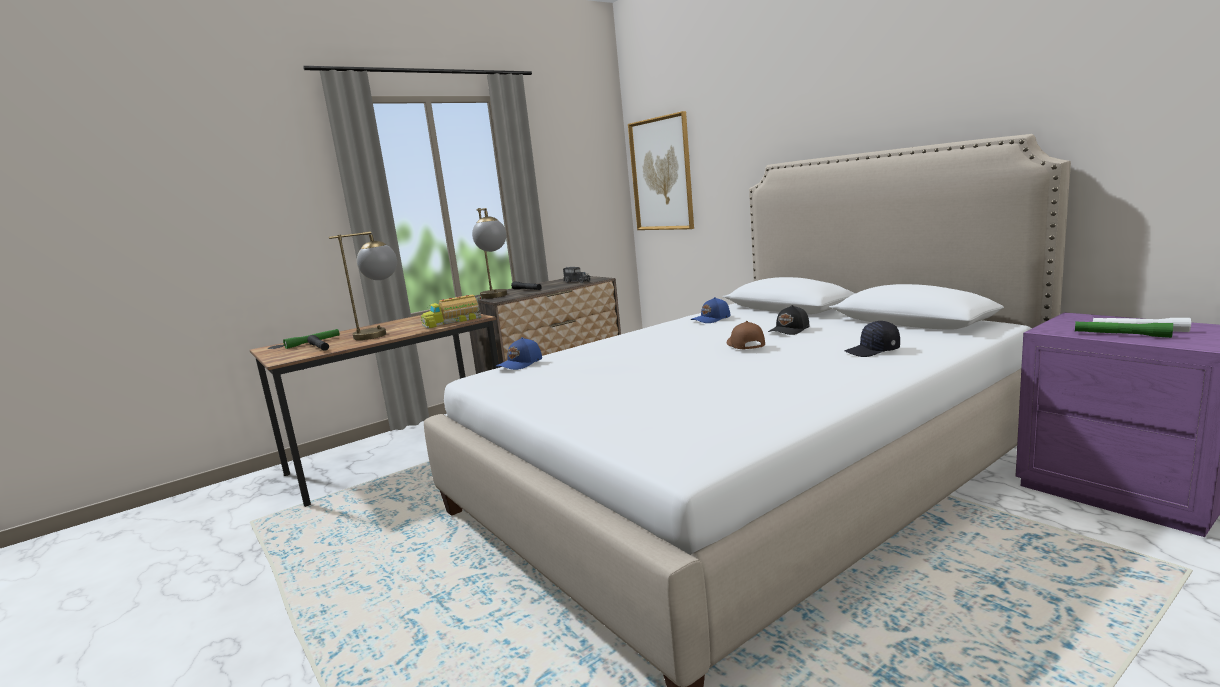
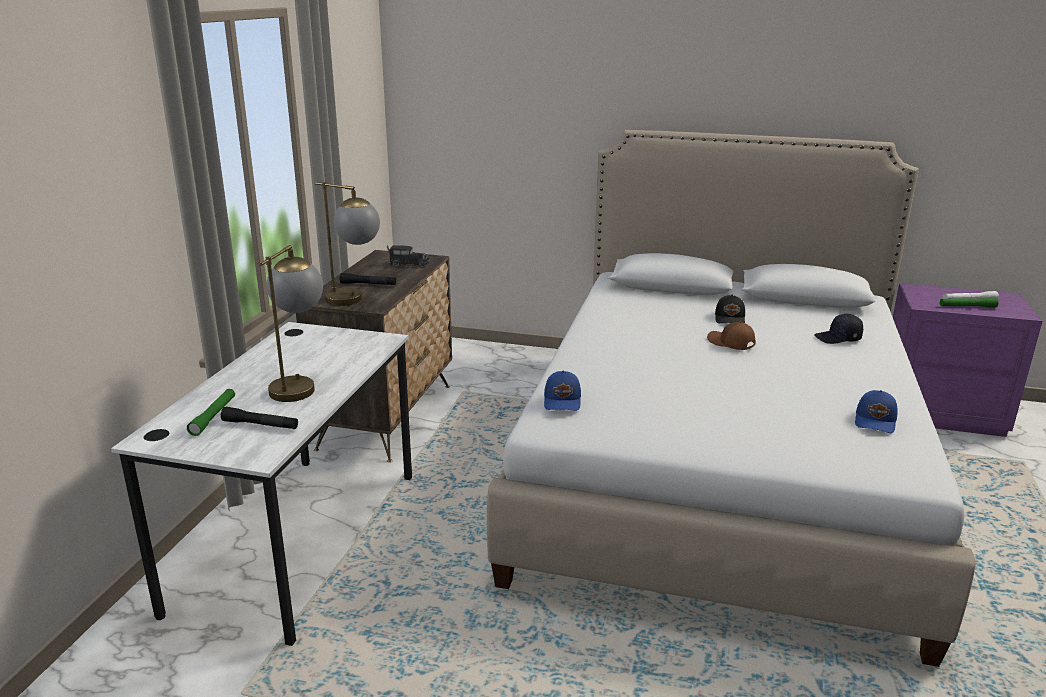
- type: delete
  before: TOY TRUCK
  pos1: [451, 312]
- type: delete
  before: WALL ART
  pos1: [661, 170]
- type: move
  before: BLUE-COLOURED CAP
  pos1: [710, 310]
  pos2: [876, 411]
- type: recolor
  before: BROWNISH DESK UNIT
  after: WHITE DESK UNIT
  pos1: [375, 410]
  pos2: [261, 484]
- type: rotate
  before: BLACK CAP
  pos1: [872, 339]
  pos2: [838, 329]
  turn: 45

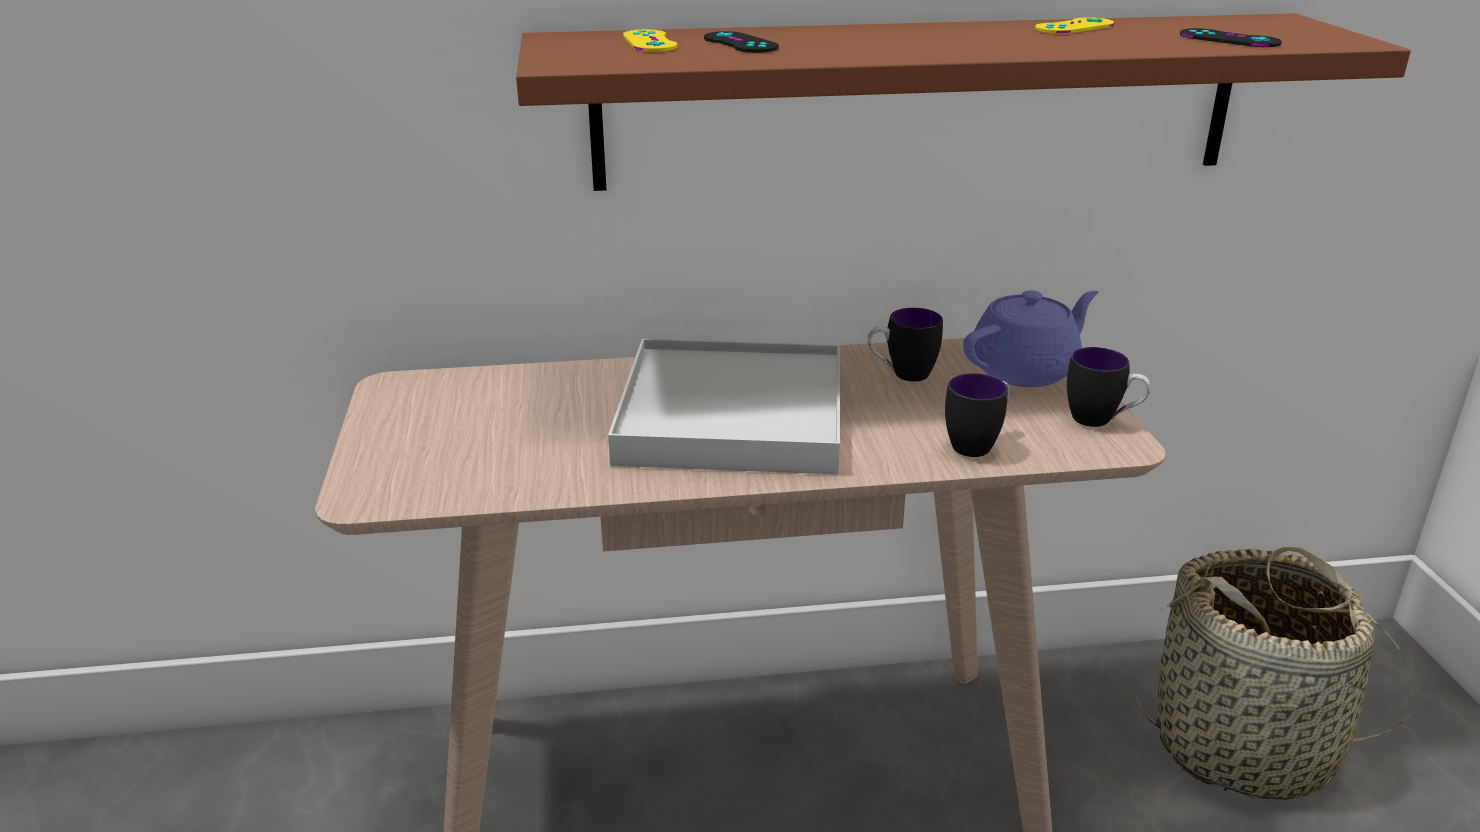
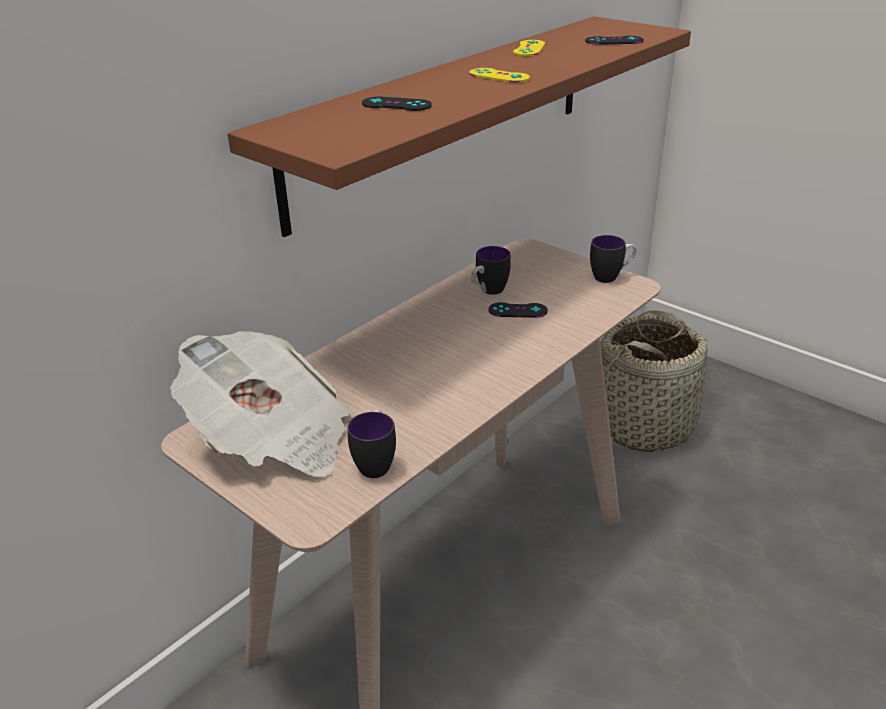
- type: delete
  before: WHITE TRAY
  pos1: [724, 406]
- type: delete
  before: PURPLISH TEA POT
  pos1: [1031, 338]
- type: insert
  after: PRINTED PAPER
  pos2: [260, 404]
- type: insert
  after: BLACK JOYPAD
  pos2: [518, 310]
- type: move
  before: YELLOW JOYPAD
  pos1: [650, 40]
  pos2: [499, 75]
- type: move
  before: COFFEE MUG
  pos1: [977, 415]
  pos2: [371, 444]

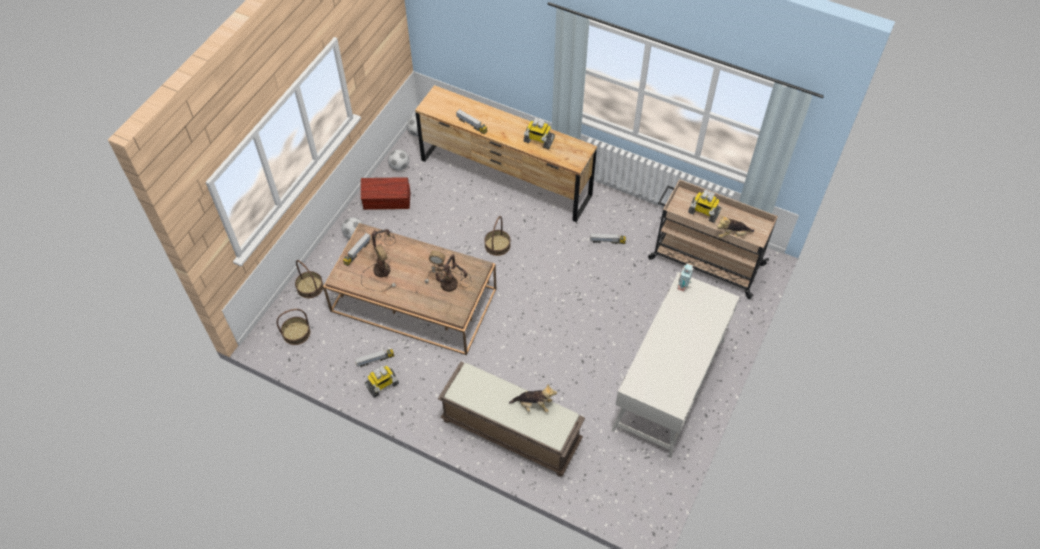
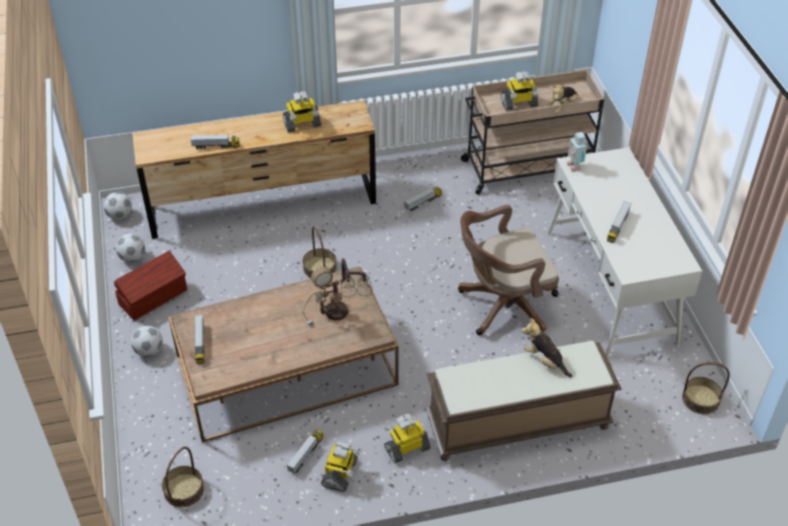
- type: delete
  before: TABLE LAMP
  pos1: [379, 260]
- type: insert
  after: ROBOT FIGURE
  pos2: [407, 438]
- type: insert
  after: BROWNISH OFFICE CHAIR
  pos2: [508, 270]
- type: insert
  after: TOY TRUCK
  pos2: [619, 222]
- type: move
  before: BASKET
  pos1: [309, 279]
  pos2: [706, 388]
- type: rotate
  before: CUDDLY TOY
  pos1: [533, 398]
  pos2: [547, 348]
  turn: -105

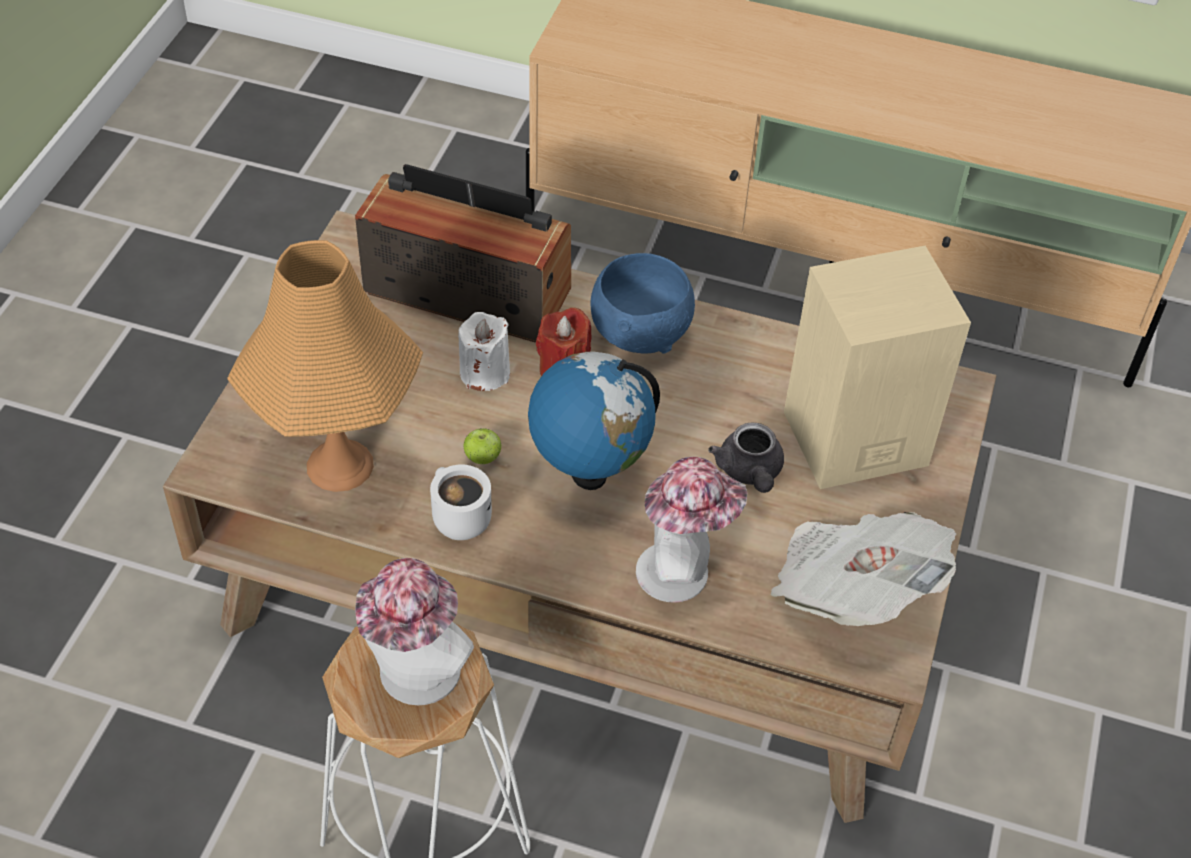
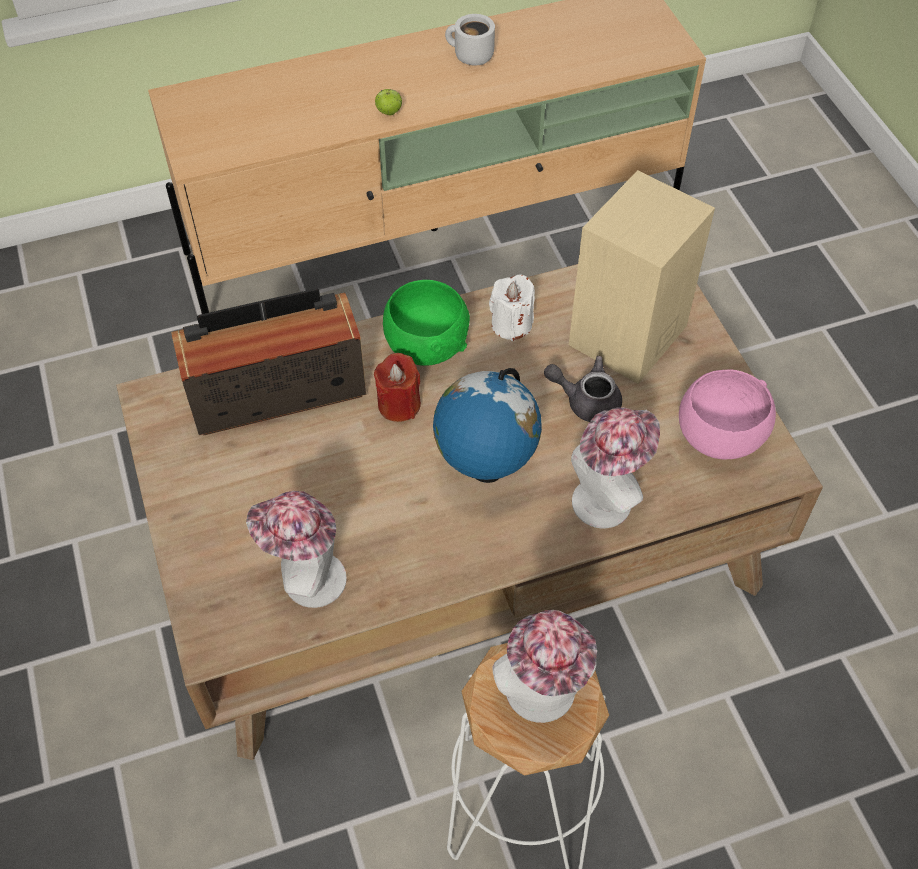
- type: move
  before: WHITE COFFEE MUG
  pos1: [461, 502]
  pos2: [470, 39]
- type: move
  before: WHITE CANDLE
  pos1: [484, 351]
  pos2: [512, 308]
- type: move
  before: APPLE FRUIT
  pos1: [482, 446]
  pos2: [388, 102]
- type: replace
  before: ORANGEY TABLE LAMP
  after: CLOTHING HAT
  pos1: [325, 366]
  pos2: [296, 549]
- type: replace
  before: PRINTED PAPER
  after: PINK-COLOURED BOWL
  pos1: [863, 569]
  pos2: [727, 414]
- type: recolor
  before: BLUE-COLOURED BOWL
  after: GREENISH BOWL
  pos1: [642, 303]
  pos2: [426, 323]
- type: rotate
  before: GRAY TEA POT
  pos1: [746, 458]
  pos2: [583, 389]
  turn: 150

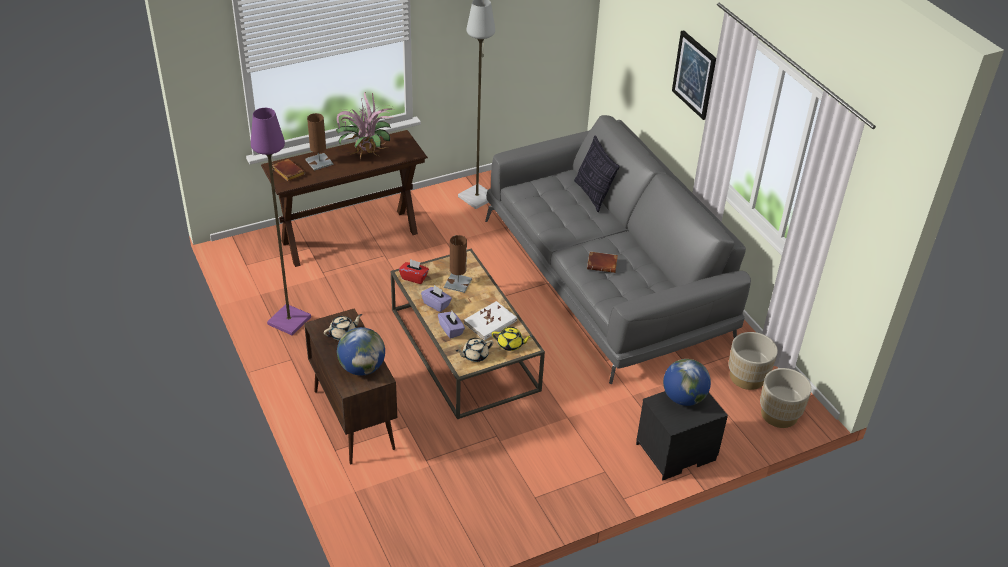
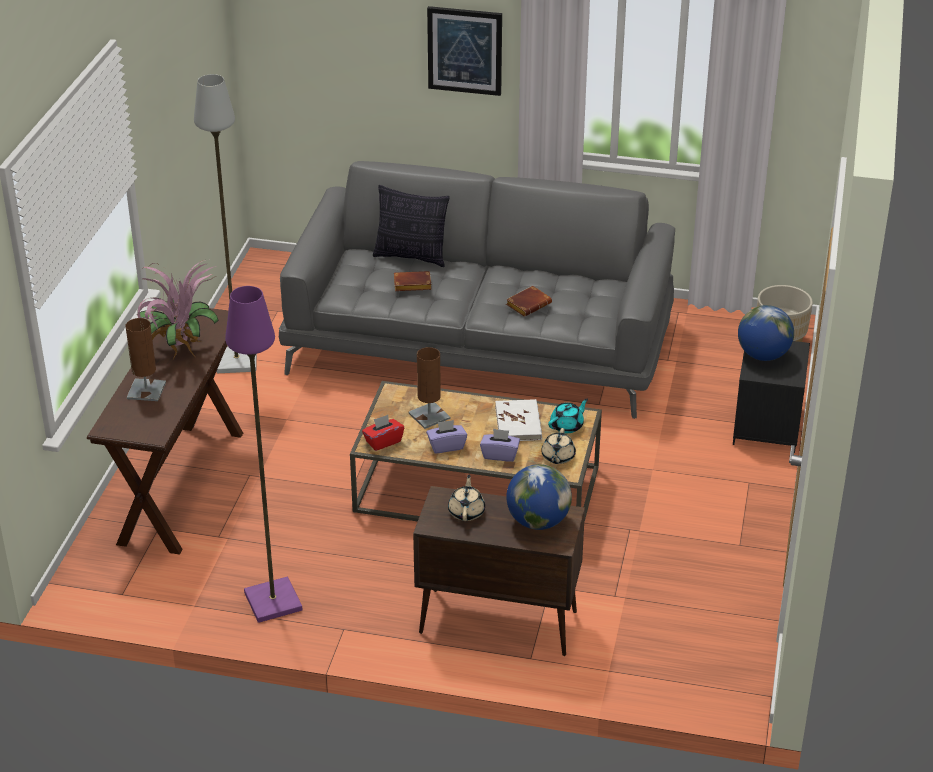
- type: delete
  before: BEIGE-COLOURED FLOWER POT
  pos1: [753, 361]
- type: move
  before: BROWNISH VOLUME
  pos1: [288, 170]
  pos2: [412, 281]
- type: recolor
  before: YELLOW TEA POT
  after: TURQUOISE-COLOURED TEA POT
  pos1: [512, 339]
  pos2: [568, 415]

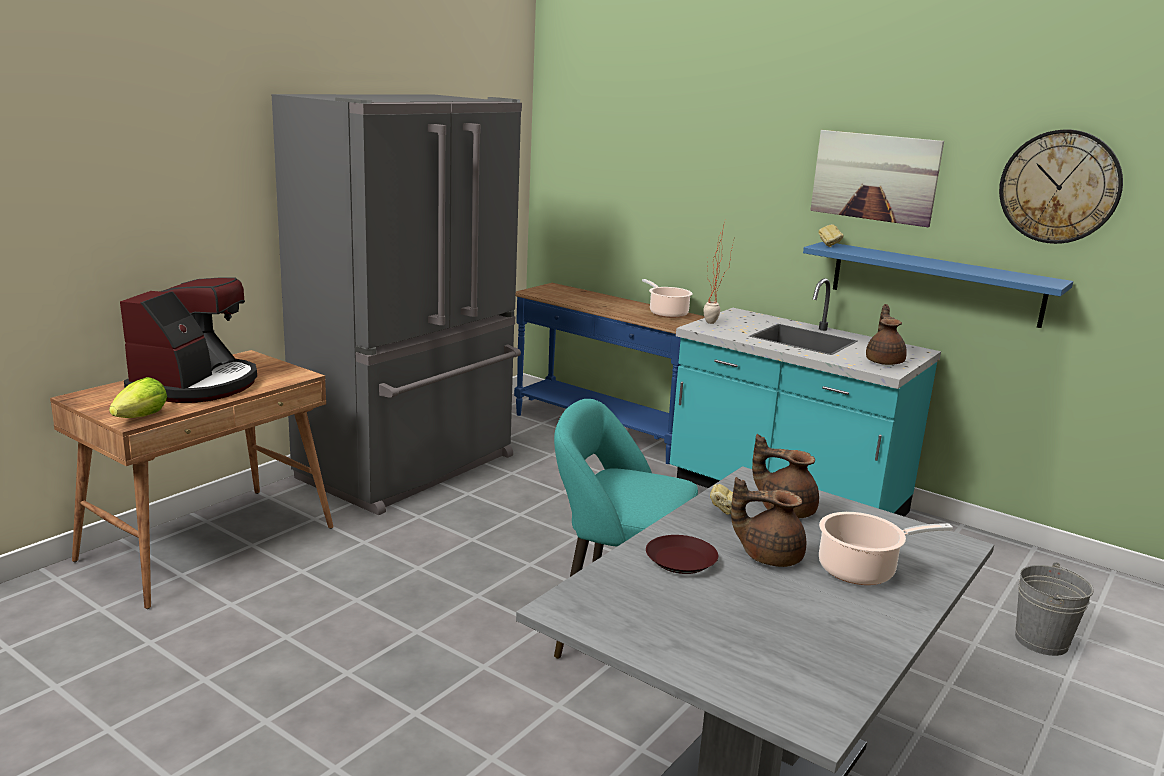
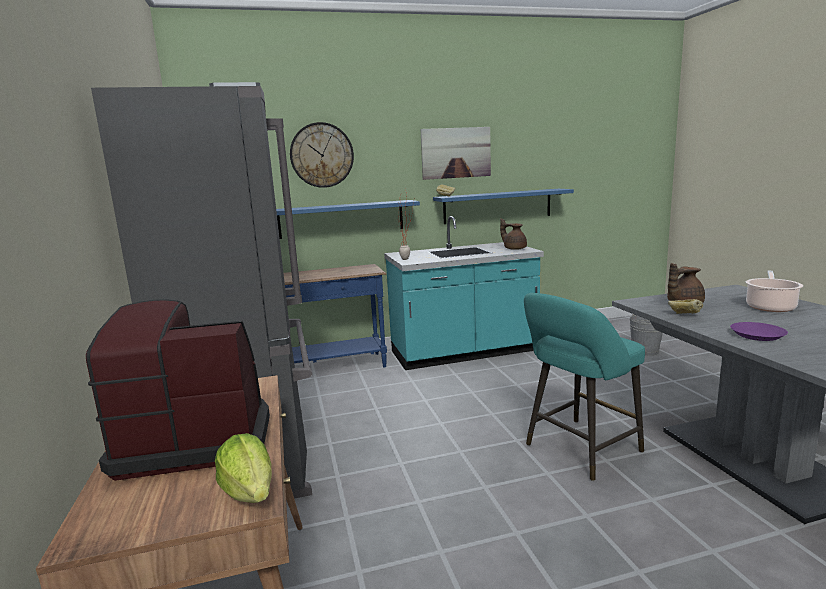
- type: delete
  before: COOKING POT
  pos1: [667, 298]
- type: delete
  before: BROWNISH TEA POT
  pos1: [768, 522]
- type: insert
  after: BLUE-COLOURED WALL SHELF
  pos2: [348, 219]
- type: move
  before: HANGING CLOCK
  pos1: [1061, 186]
  pos2: [322, 155]
- type: recolor
  before: BROWNISH PLATE
  after: PURPLISH PLATE
  pos1: [682, 554]
  pos2: [759, 331]
- type: rotate
  before: COFFEE MAKER
  pos1: [188, 340]
  pos2: [178, 390]
  turn: -60

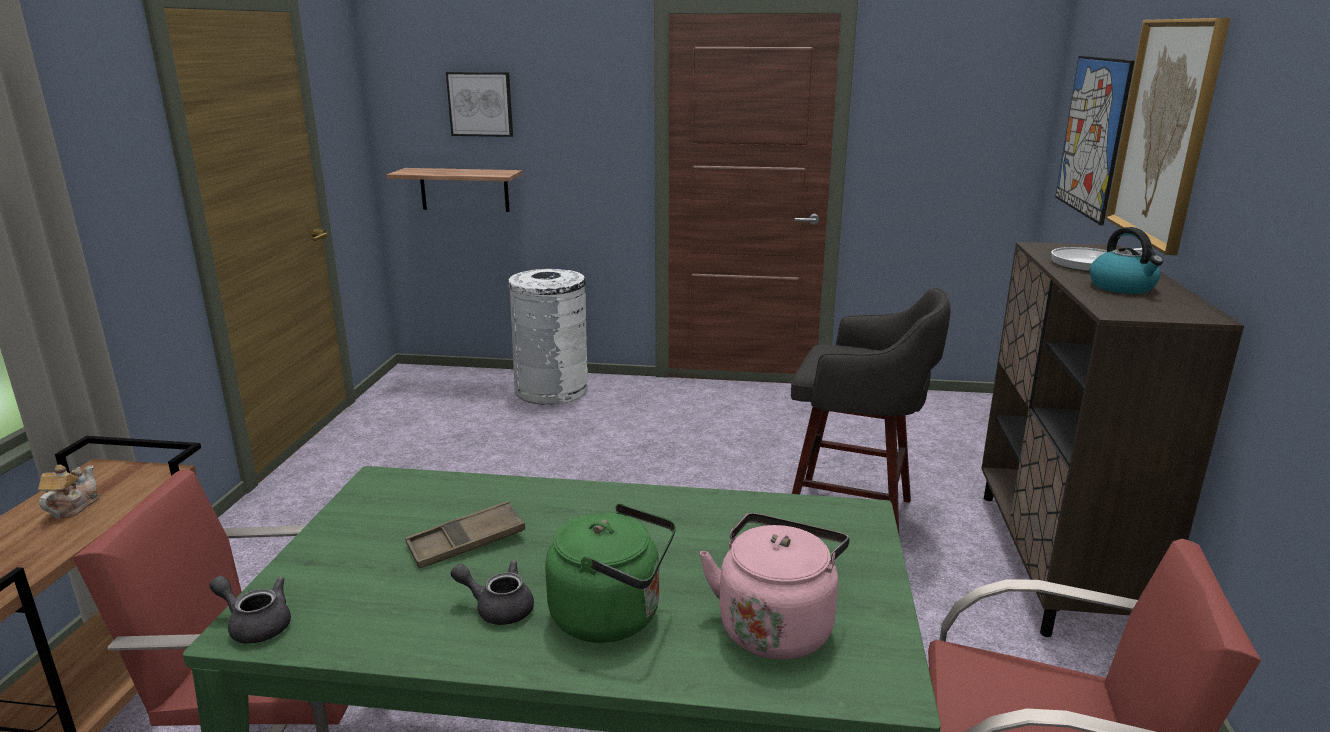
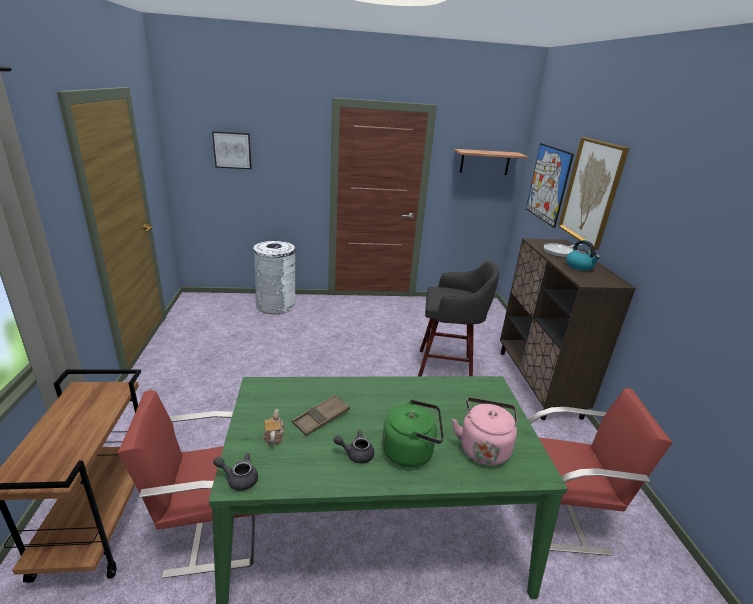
- type: move
  before: TEA POT
  pos1: [68, 491]
  pos2: [273, 427]
- type: move
  before: WALL SHELF
  pos1: [454, 190]
  pos2: [491, 162]

